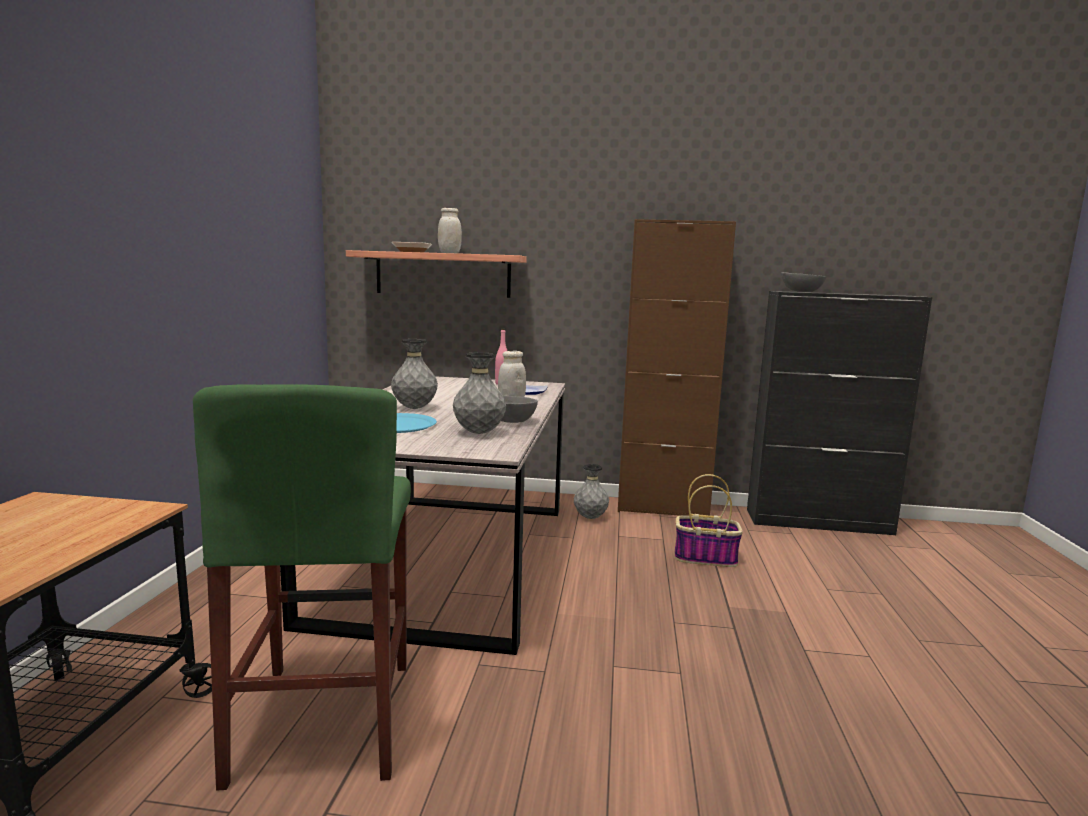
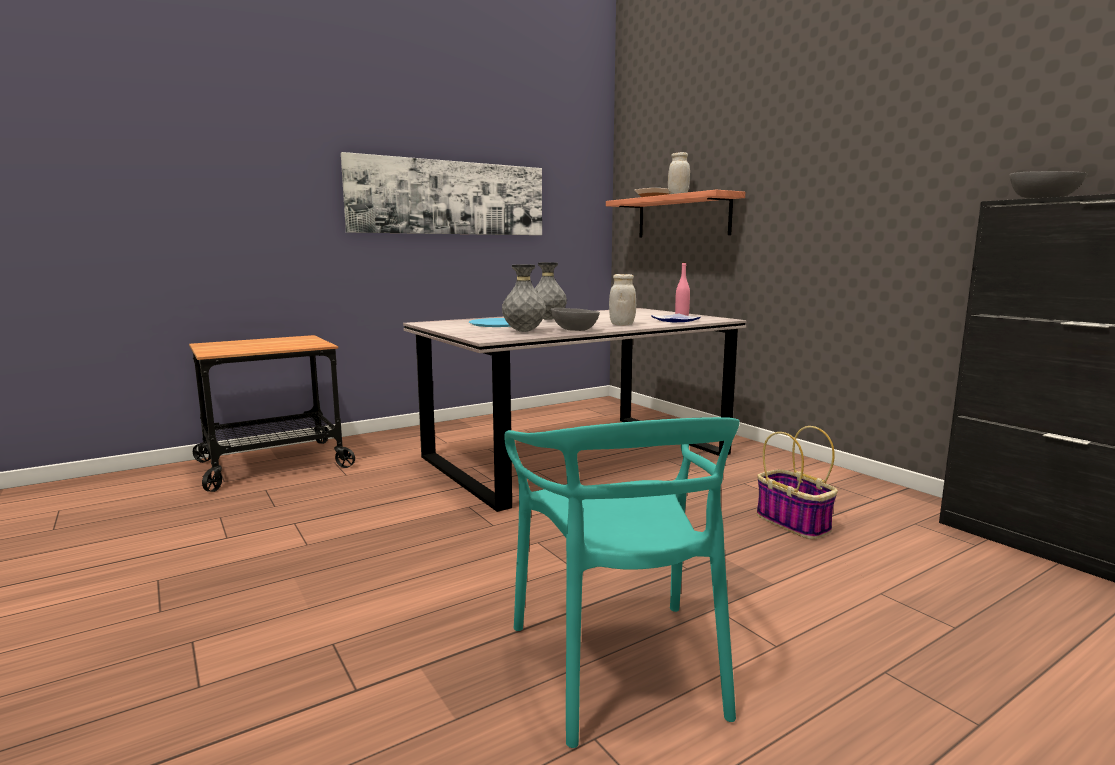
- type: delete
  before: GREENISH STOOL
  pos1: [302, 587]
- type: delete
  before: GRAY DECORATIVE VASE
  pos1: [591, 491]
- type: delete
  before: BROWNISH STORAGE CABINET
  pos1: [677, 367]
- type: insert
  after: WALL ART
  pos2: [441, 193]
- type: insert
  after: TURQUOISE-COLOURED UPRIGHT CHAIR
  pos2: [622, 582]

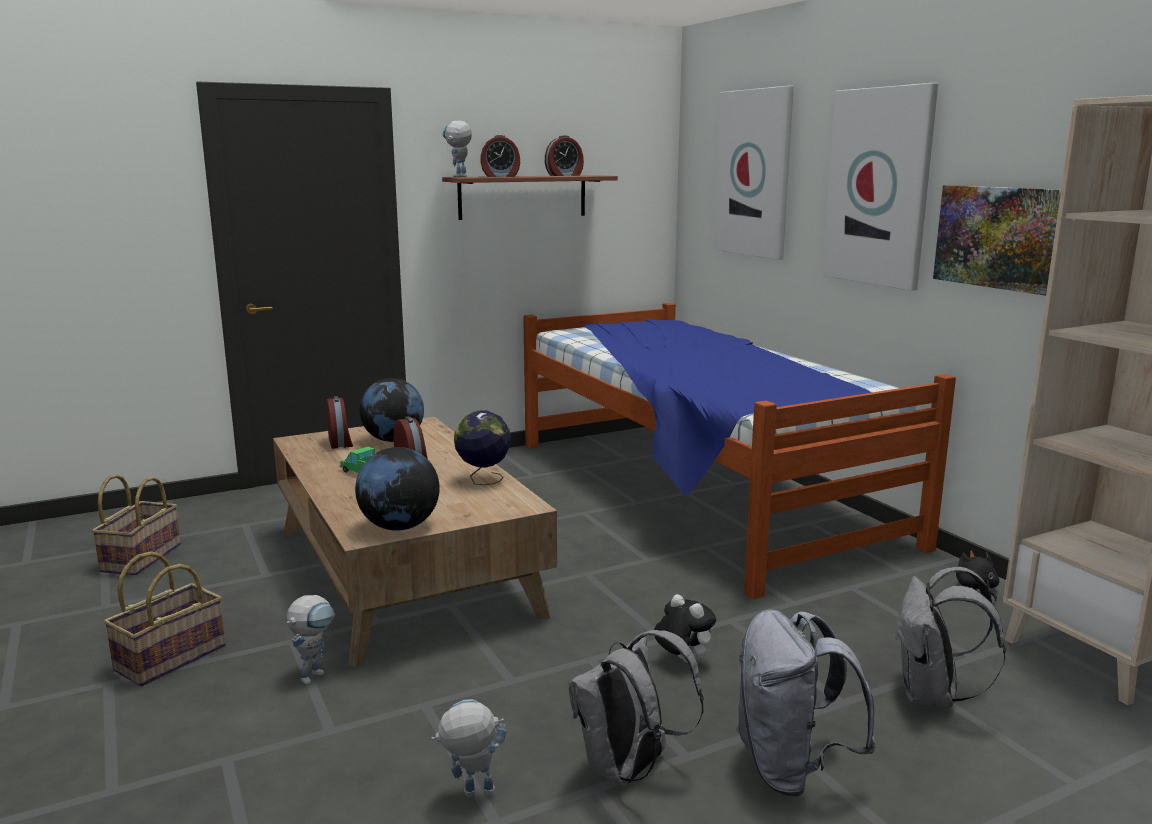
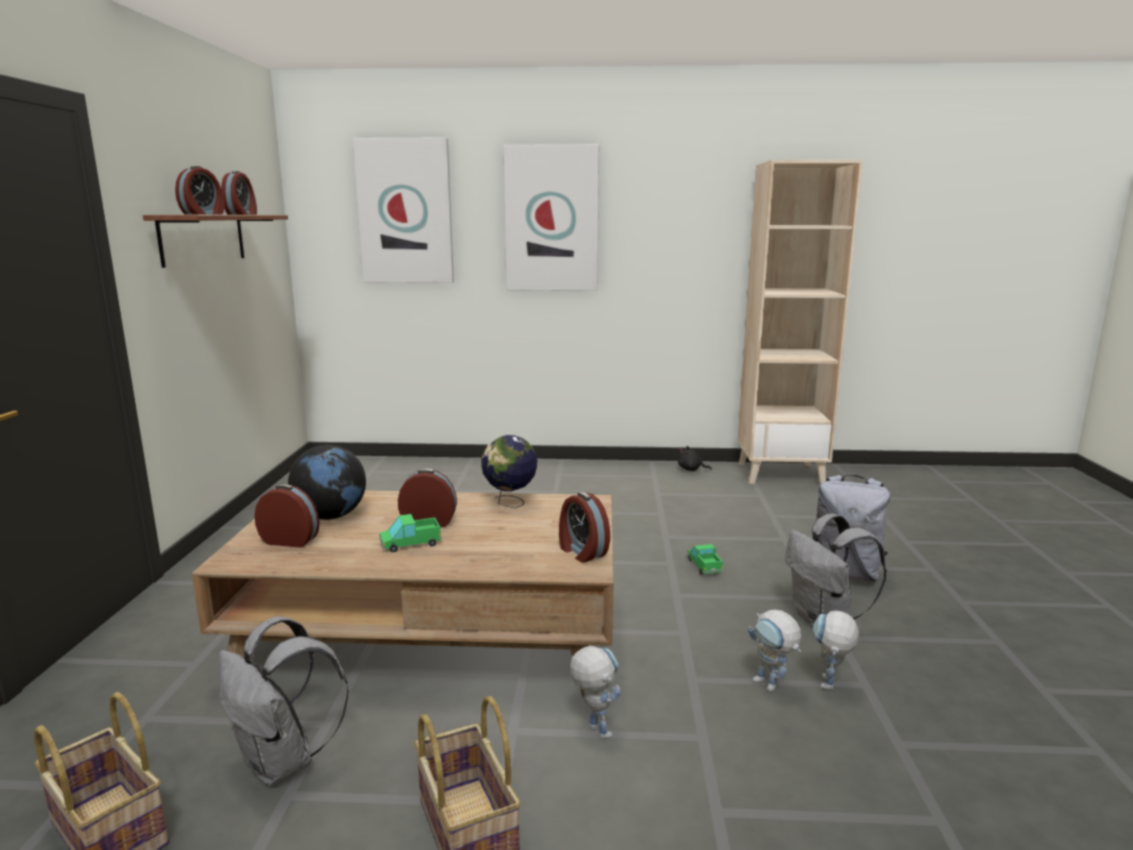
- type: delete
  before: BED
  pos1: [739, 451]
- type: delete
  before: WALL ART
  pos1: [997, 240]
- type: move
  before: ROBOT FIGURE
  pos1: [457, 148]
  pos2: [774, 651]
- type: move
  before: GRAY BACKPACK
  pos1: [950, 637]
  pos2: [283, 700]
- type: replace
  before: WORLD GLOBE
  after: ALARM CLOCK
  pos1: [397, 489]
  pos2: [584, 527]
- type: replace
  before: CUDDLY TOY
  after: TOY TRUCK
  pos1: [685, 628]
  pos2: [705, 559]

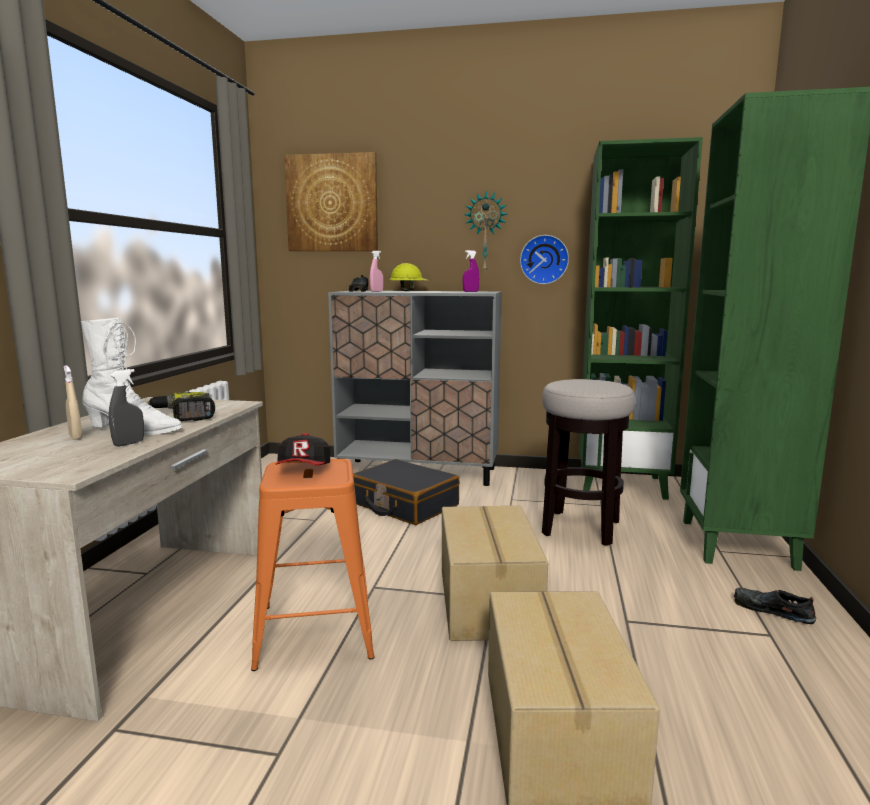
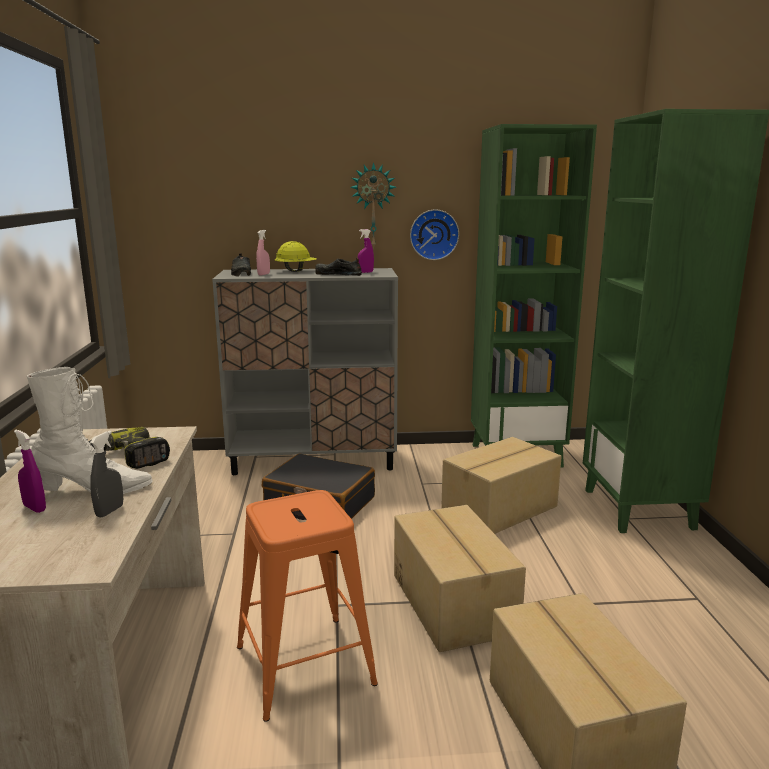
- type: delete
  before: CAP
  pos1: [303, 449]
- type: delete
  before: WALL ART
  pos1: [331, 201]
- type: move
  before: BLACK SHOE
  pos1: [775, 605]
  pos2: [338, 266]
- type: replace
  before: STOOL
  after: CARTON
  pos1: [588, 462]
  pos2: [501, 485]
- type: recolor
  before: BEIGE-COLOURED HAND SPRAYER
  after: PURPLISH HAND SPRAYER
  pos1: [73, 402]
  pos2: [30, 471]

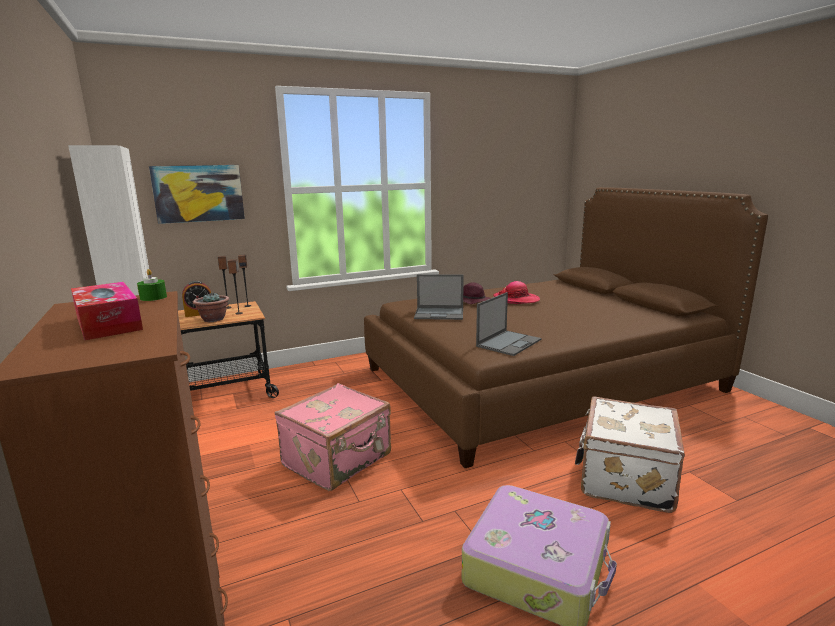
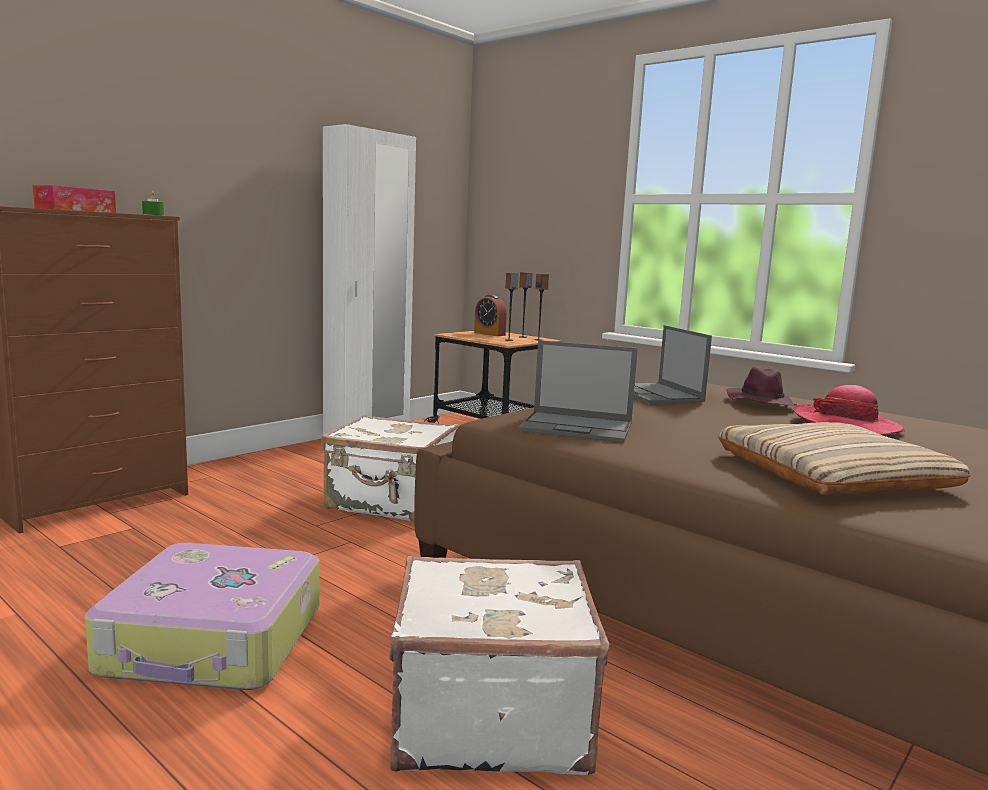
- type: delete
  before: WALL ART
  pos1: [197, 194]
- type: delete
  before: POTTED PLANT
  pos1: [211, 307]
- type: insert
  after: BEIGE-COLOURED PILLOW
  pos2: [844, 458]
- type: recolor
  before: PINK-COLOURED PIECE OF LUGGAGE
  after: WHITE PIECE OF LUGGAGE
  pos1: [332, 437]
  pos2: [389, 468]

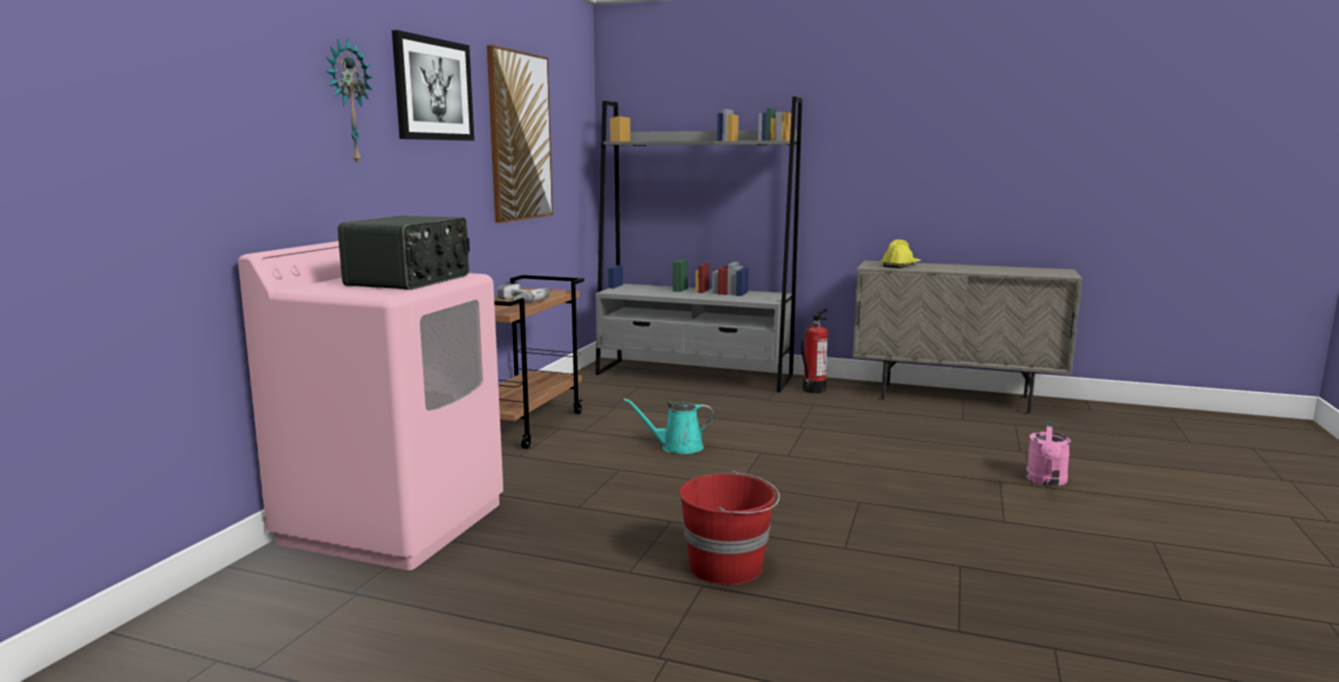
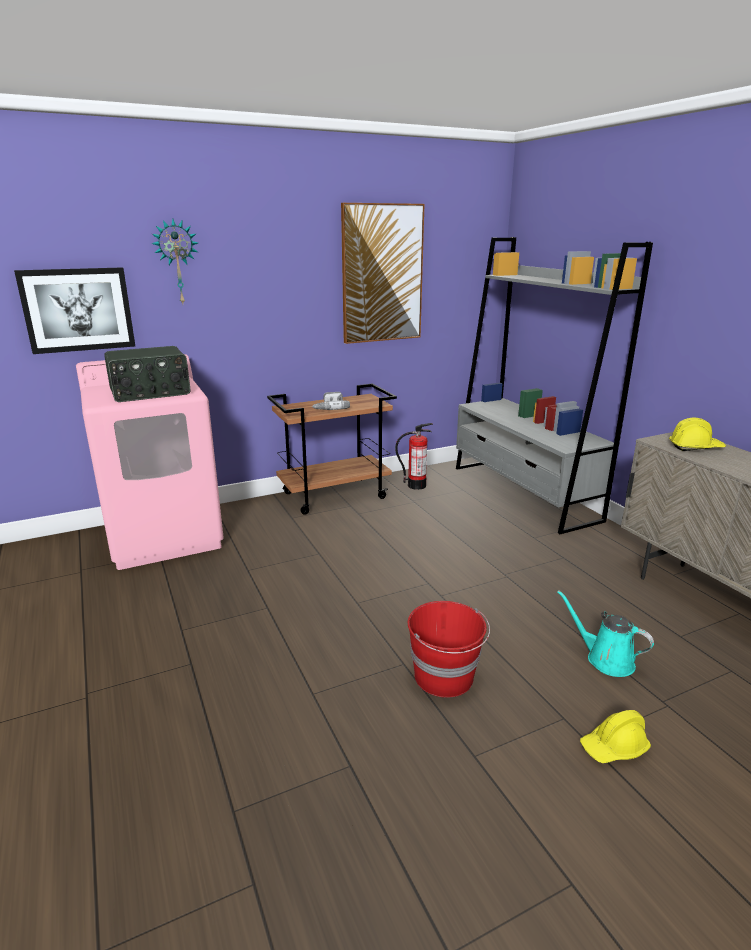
- type: move
  before: WALL ART
  pos1: [433, 85]
  pos2: [74, 310]
- type: move
  before: TURQUOISE-COLOURED WATERING POT
  pos1: [669, 426]
  pos2: [605, 633]
- type: move
  before: REDDISH PAIL
  pos1: [729, 528]
  pos2: [449, 649]
- type: move
  before: EXTINGUISHER
  pos1: [814, 351]
  pos2: [414, 456]
- type: replace
  before: PINK-COLOURED WATERING POT
  after: YELLOW WORK HELMET
  pos1: [1048, 453]
  pos2: [615, 736]

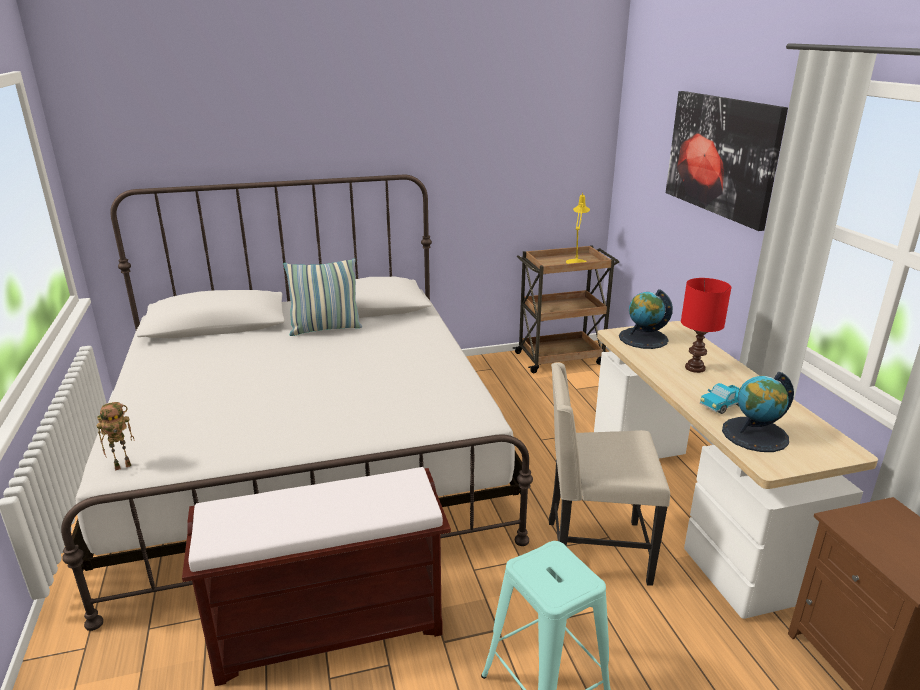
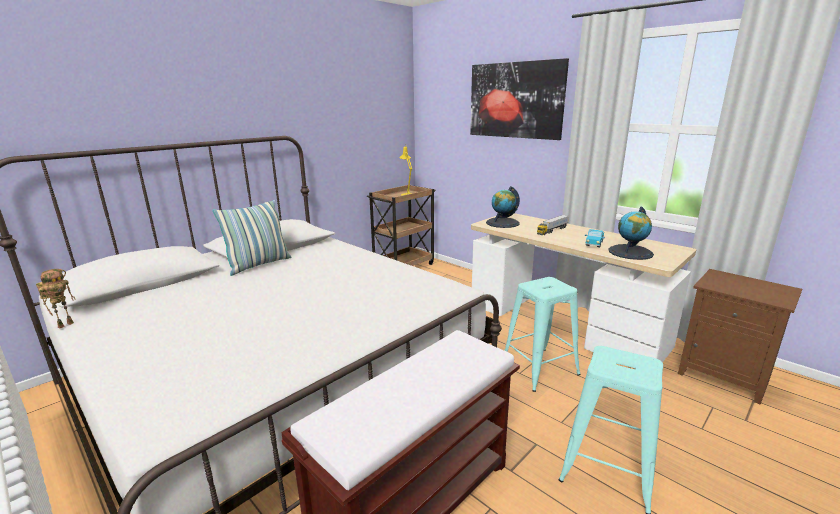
- type: move
  before: ROBOT FIGURE
  pos1: [115, 436]
  pos2: [56, 298]
- type: replace
  before: BEIGE-COLOURED UPRIGHT CHAIR
  after: TURQUOISE-COLOURED STOOL
  pos1: [609, 474]
  pos2: [542, 334]
- type: replace
  before: REDDISH TABLE LAMP
  after: TOY TRUCK
  pos1: [706, 325]
  pos2: [553, 225]

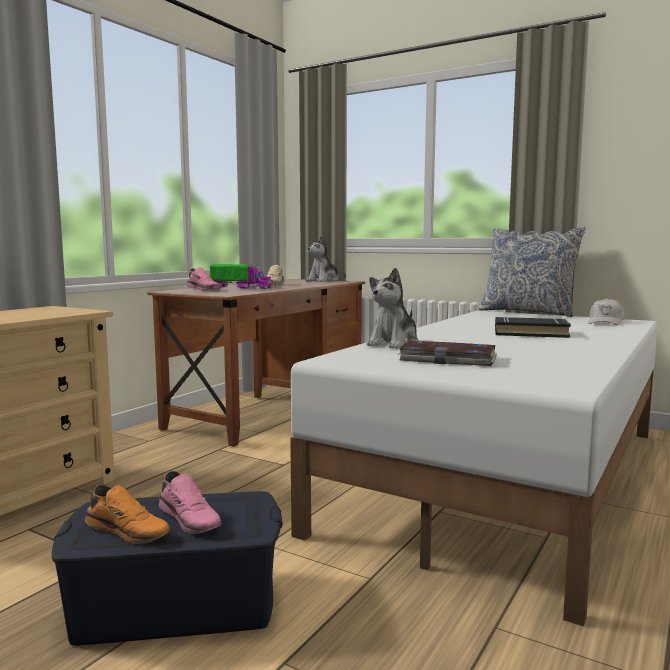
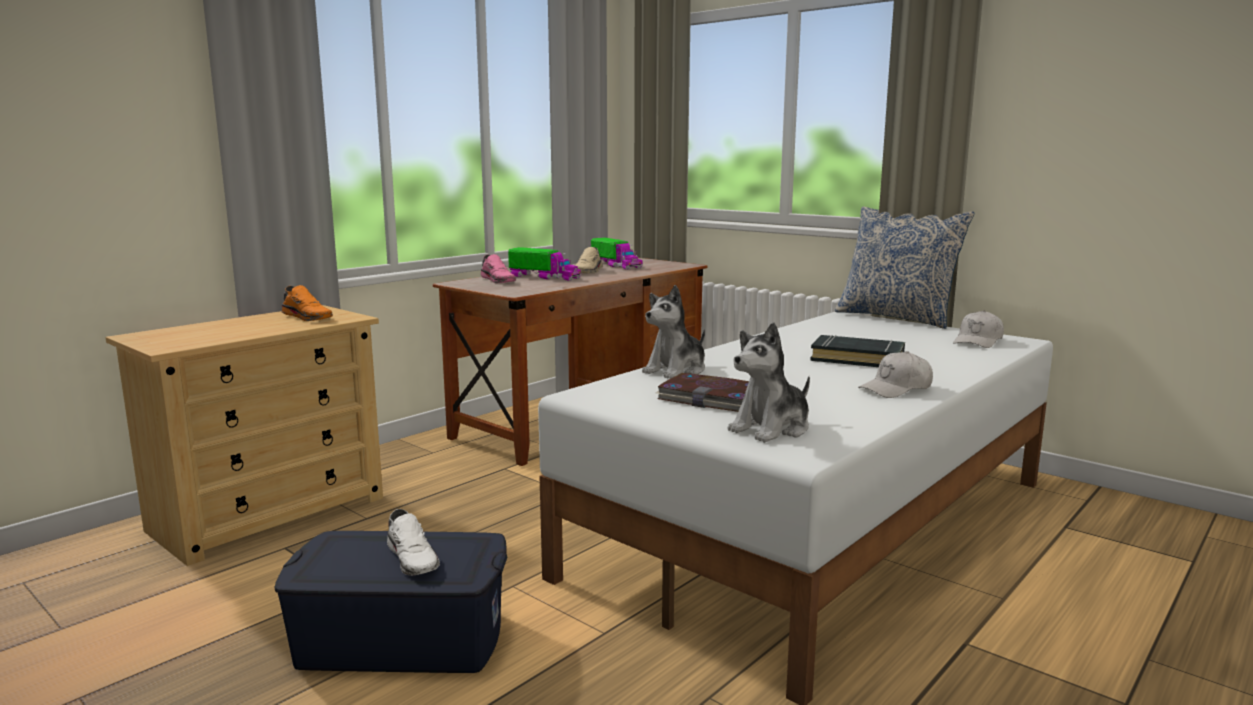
- type: insert
  after: TOY TRUCK
  pos2: [617, 253]
- type: insert
  after: WHITE CAP
  pos2: [895, 374]
- type: move
  before: ORANGEY SHOE
  pos1: [127, 514]
  pos2: [307, 303]
- type: move
  before: CUDDLY TOY
  pos1: [322, 258]
  pos2: [768, 382]
- type: recolor
  before: PINK-COLOURED SHOE
  after: WHITE SHOE
  pos1: [190, 502]
  pos2: [413, 542]

